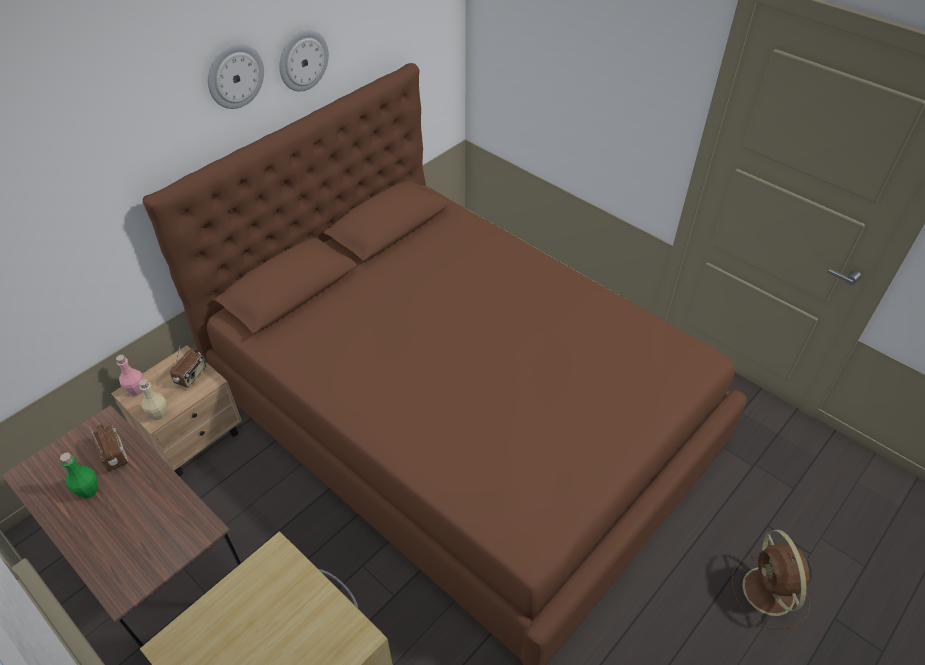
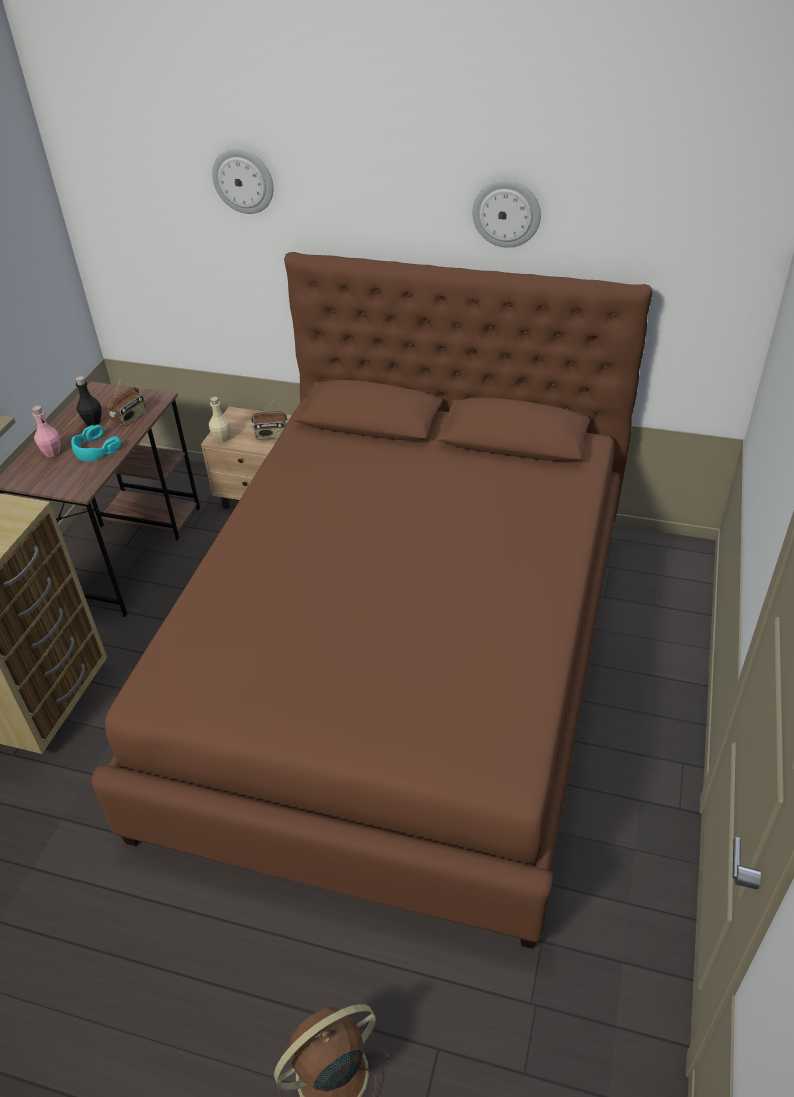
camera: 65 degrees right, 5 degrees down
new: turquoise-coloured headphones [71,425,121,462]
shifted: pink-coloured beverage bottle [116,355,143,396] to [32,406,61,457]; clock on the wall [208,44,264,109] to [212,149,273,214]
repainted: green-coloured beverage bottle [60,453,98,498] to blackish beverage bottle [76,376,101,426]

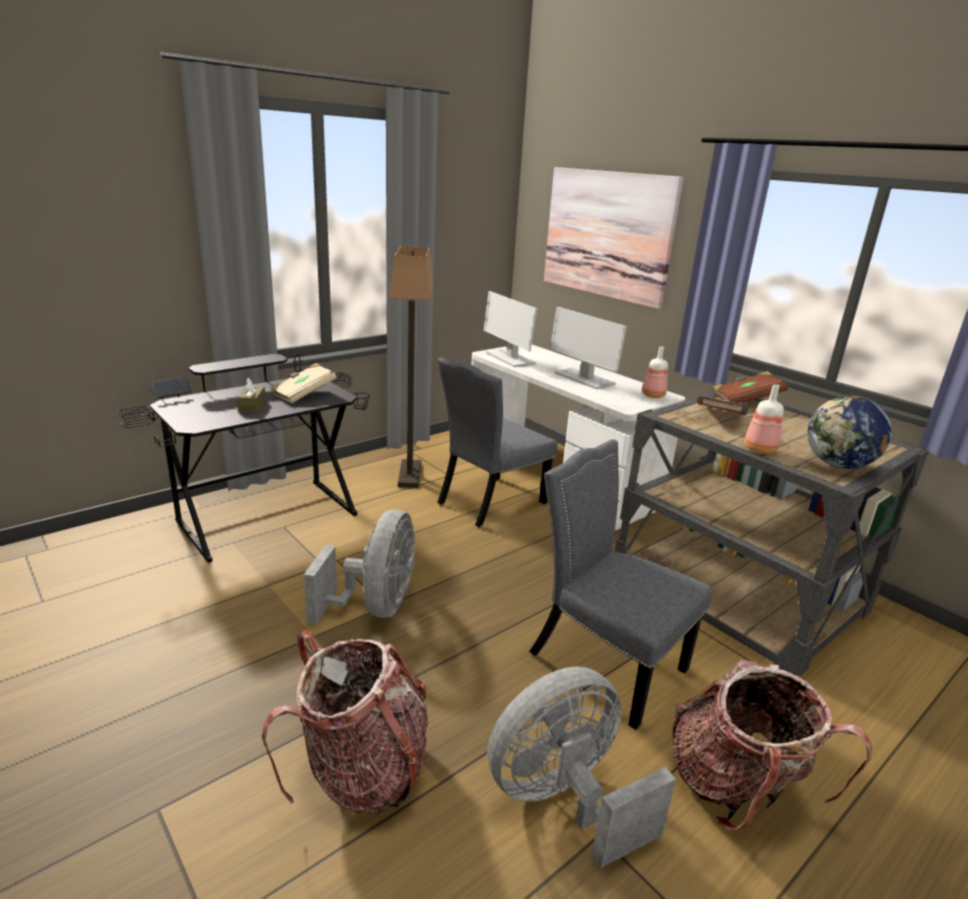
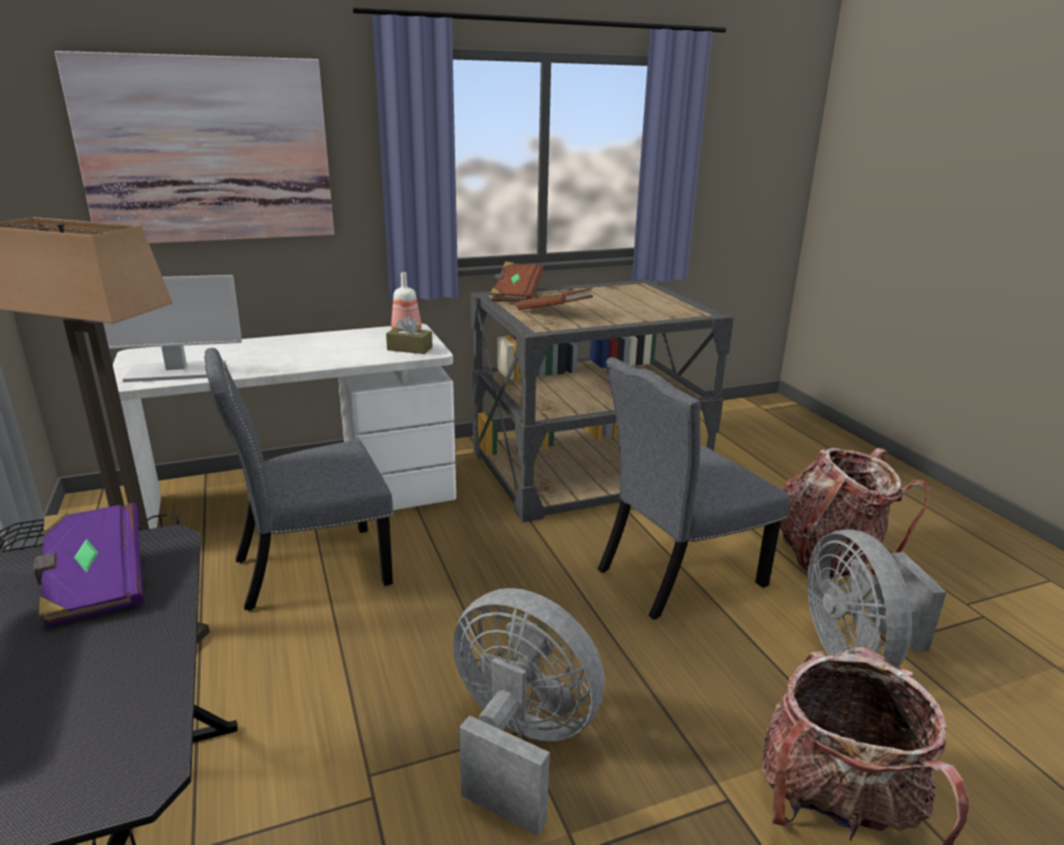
camera: 70 degrees left, 0 degrees up
gone: computer display [550,307,627,389]; beverage bottle [744,384,784,454]; desk globe [808,396,892,469]
shifted: brown-coloured box of tissues [237,378,266,413] to [386,316,433,354]
repainted: beige volume [271,363,337,404] to purple-coloured volume [33,503,143,627]
rotated: grey chair [437,357,557,527] = [204,348,394,611] 90 degrees clockwise

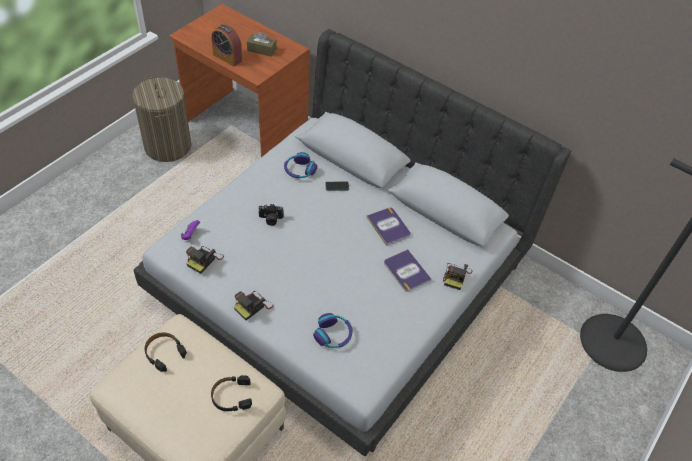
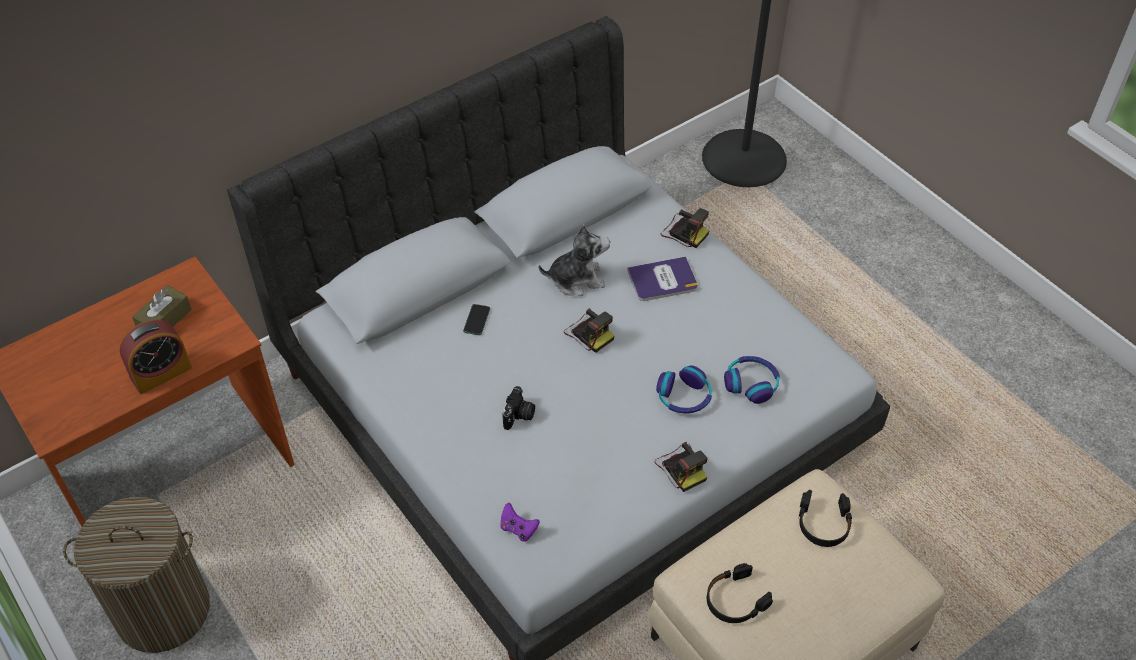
camera: 70 degrees left, 0 degrees up
shifted: still camera [186,246,224,274] to [564,308,614,353]; headphones [284,152,317,178] to [656,365,712,413]
swapped: volume [367,207,411,246] to soft toy [539,224,610,296]

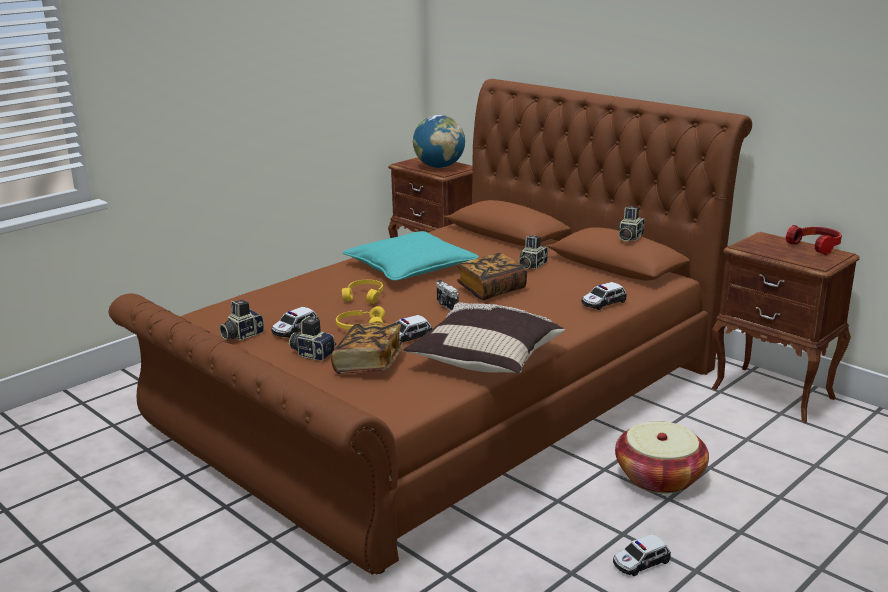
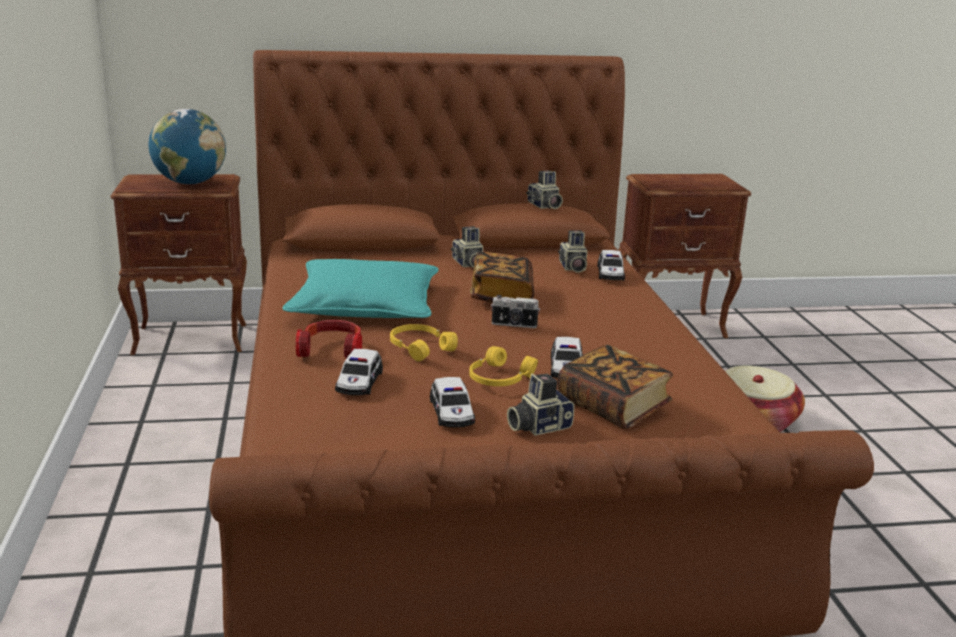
camera: 55 degrees left, 0 degrees up
gone: cushion [403,302,565,373]
shifted: still camera [219,300,264,340] to [558,230,587,273]; model car [613,534,671,576] to [335,349,383,395]; headphones [786,225,842,255] to [296,320,362,358]

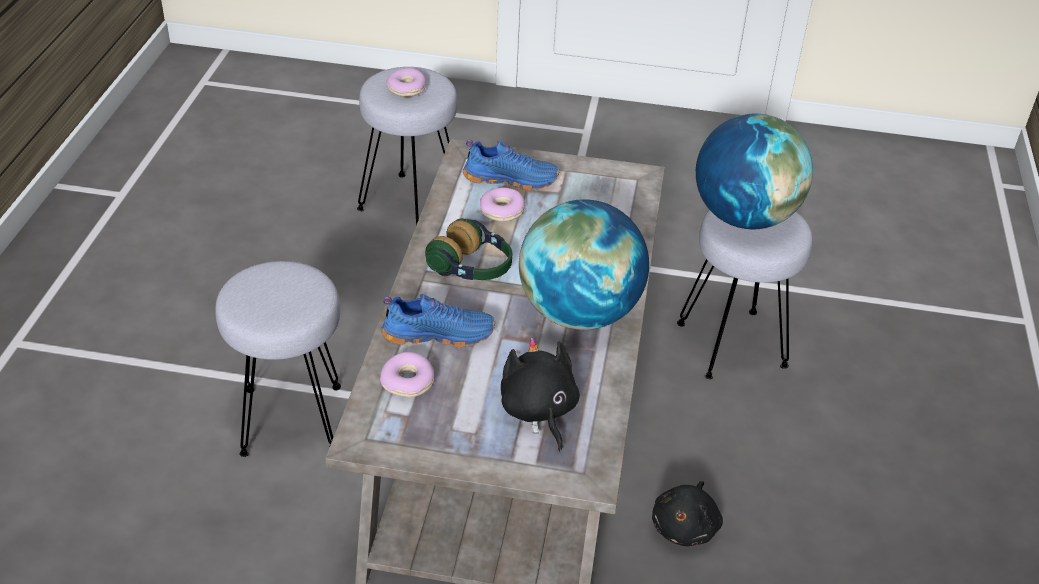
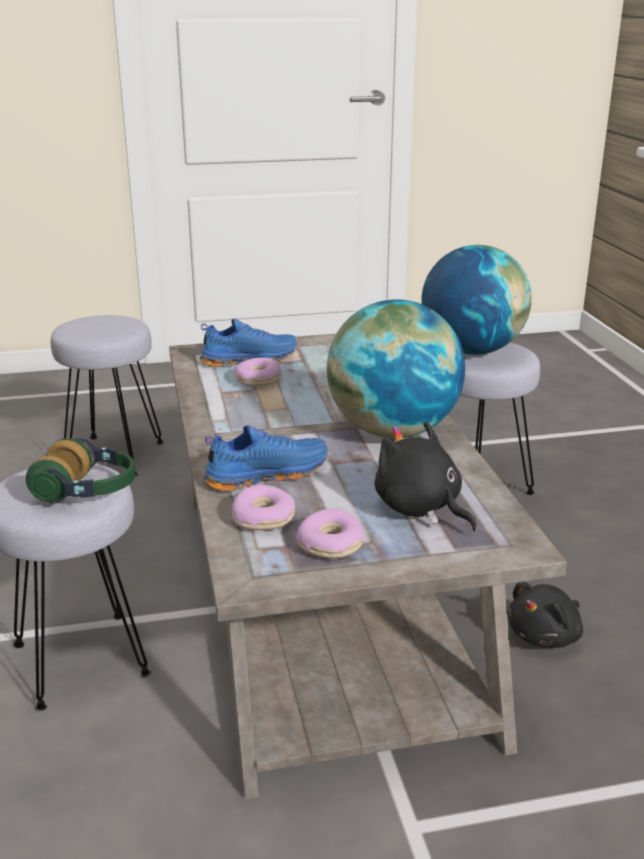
camera: 20 degrees left, 15 degrees down
shifted: donut [386,68,426,97] to [296,509,364,559]; headphones [425,219,512,280] to [26,438,136,504]
rotated: blackish soft toy [652,481,723,546] = [508,582,583,648] 45 degrees clockwise

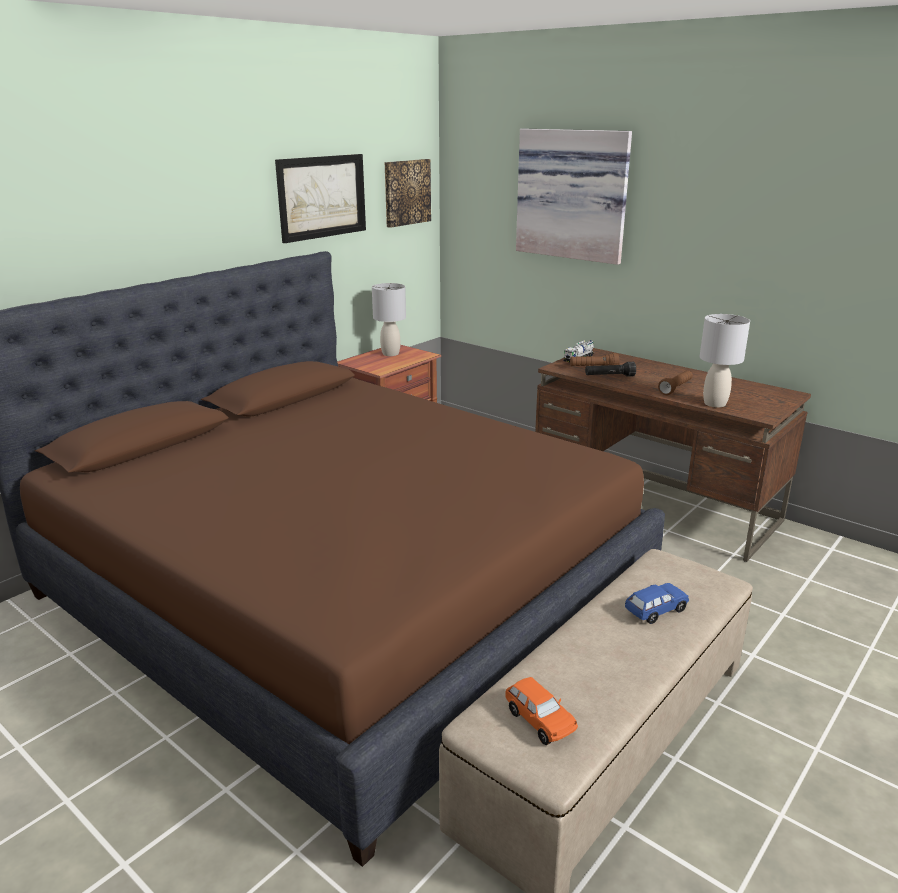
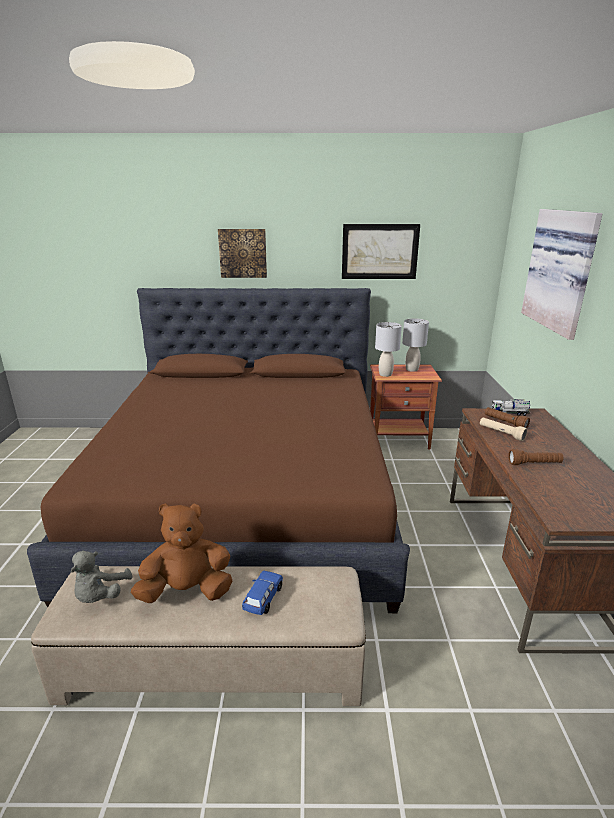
camera: 50 degrees right, 0 degrees up
new: brown-coloured soft toy [131,503,232,603]
shifted: picture [385,159,431,228] to [218,229,267,278]; grey tabletop lamp [700,314,750,407] to [375,322,402,377]
swapped: orange model car [505,677,578,745] to grey soft toy [71,551,133,603]
repainted: blackish flashlight [585,362,636,377] to beige flashlight [480,417,527,441]
rotated: blue model car [625,583,689,624] = [242,570,283,615] 90 degrees counterclockwise

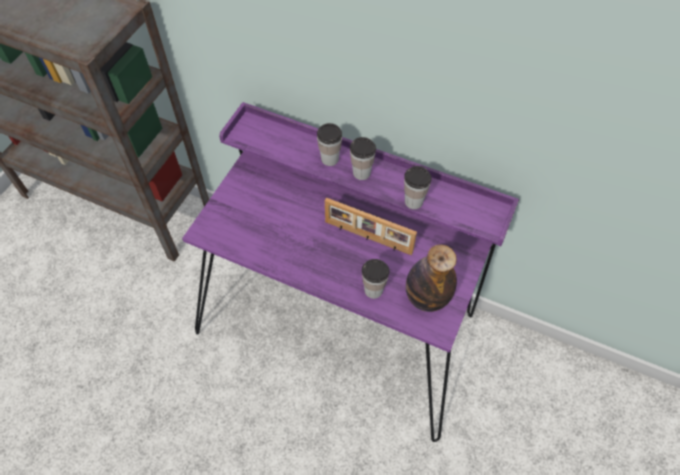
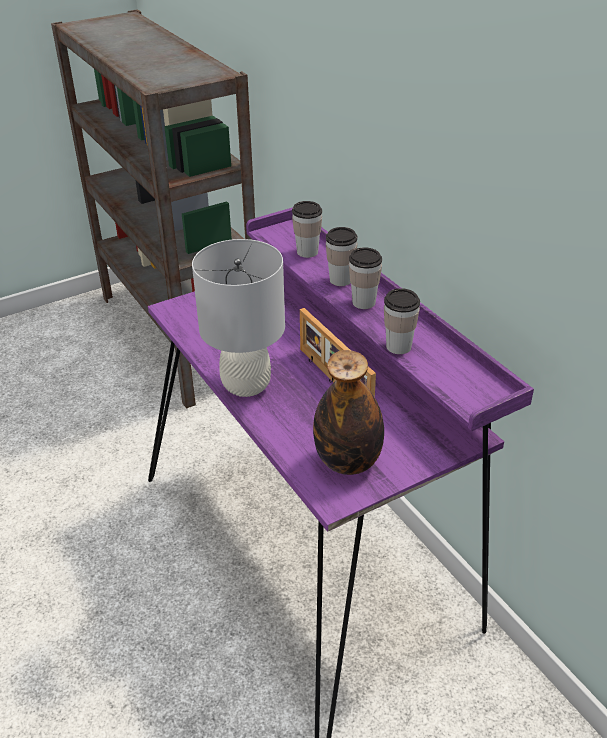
camera: 35 degrees right, 20 degrees down
new: grey tabletop lamp [192,239,285,397]
shifted: small cup [362,259,389,299] to [292,201,322,258]

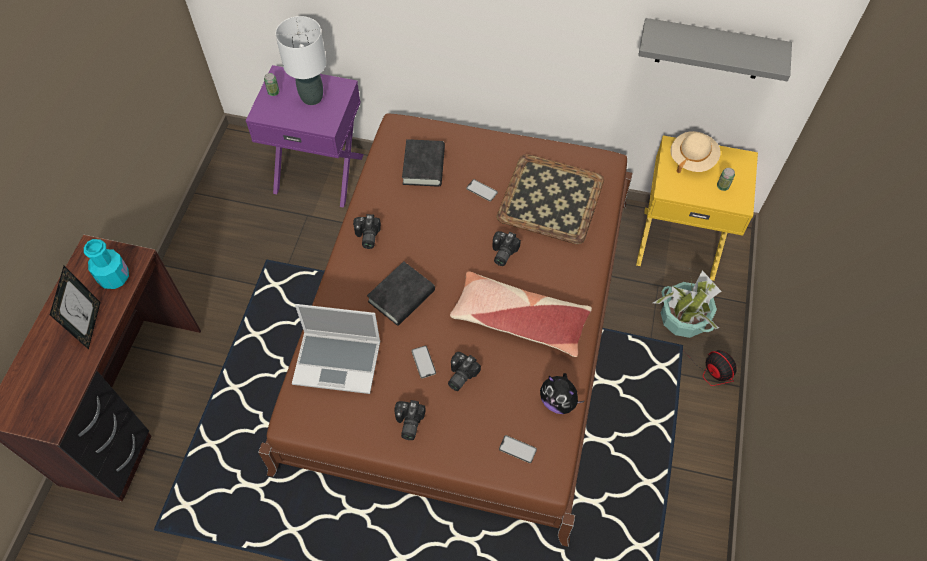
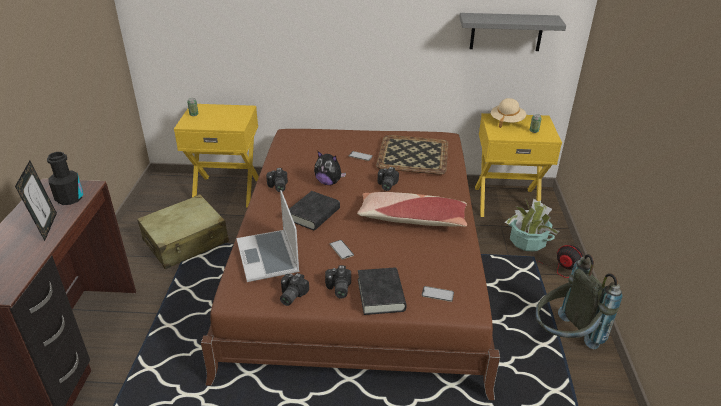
camera: 10 degrees left, 25 degrees down
gone: whitish tabletop lamp [275,16,327,105]
new: beige travel case [137,194,229,269]; grey rucksack [536,254,622,349]
shifted: blackish volume [402,139,445,187] to [358,268,407,315]; still camera [448,352,481,391] to [280,273,309,306]; soft toy [540,373,584,414] to [314,151,346,185]
repainted: turquoise-coloured beverage bottle [84,239,129,289] to blackish beverage bottle [47,152,83,205]; purple-coloured bedside table [246,65,364,208] to yellowish bedside table [174,104,259,207]
rotated: portable computer [292,304,380,394] = [236,190,299,282] 75 degrees clockwise

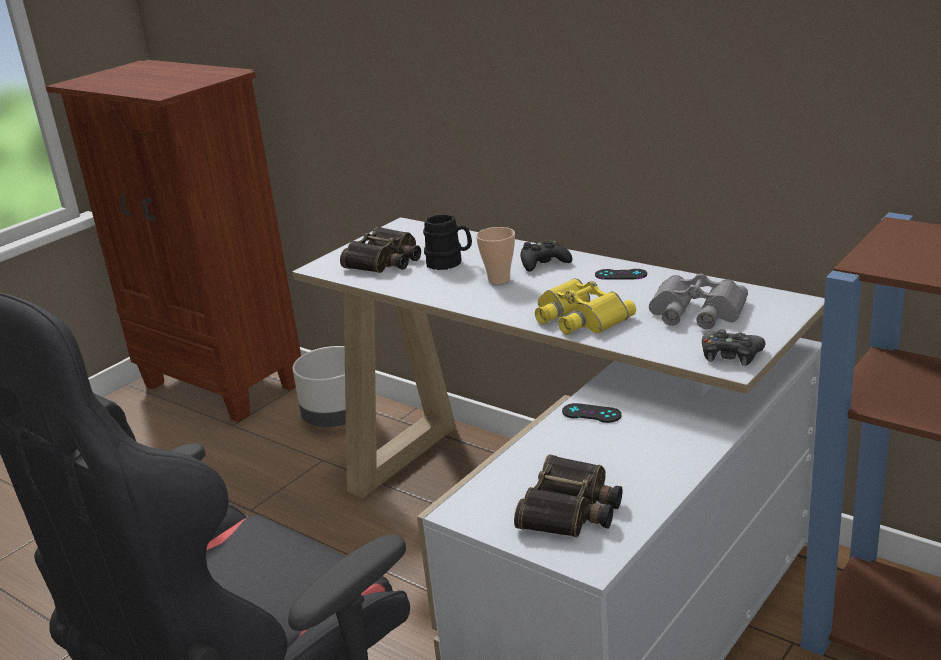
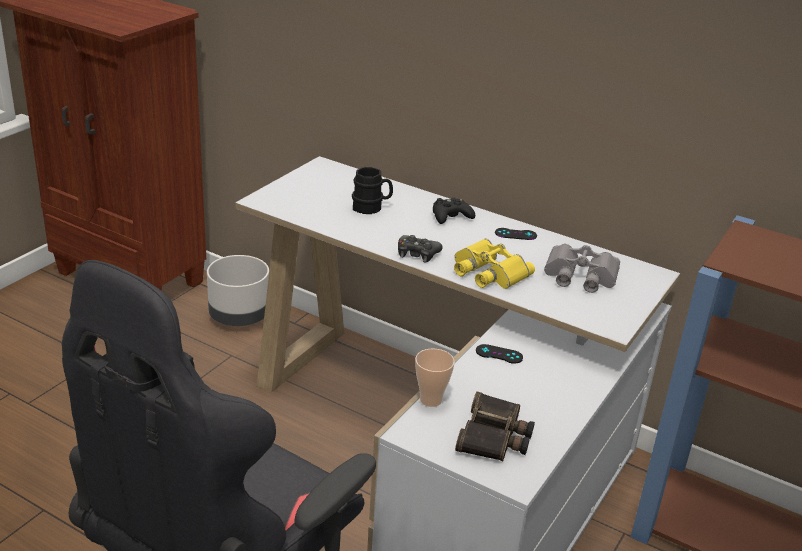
camera: 10 degrees left, 5 degrees up
gone: pair of binoculars [340,227,421,273]
shifted: small cup [476,227,515,284] to [415,349,455,407]; blackish gamepad [702,329,765,366] to [398,235,443,263]

